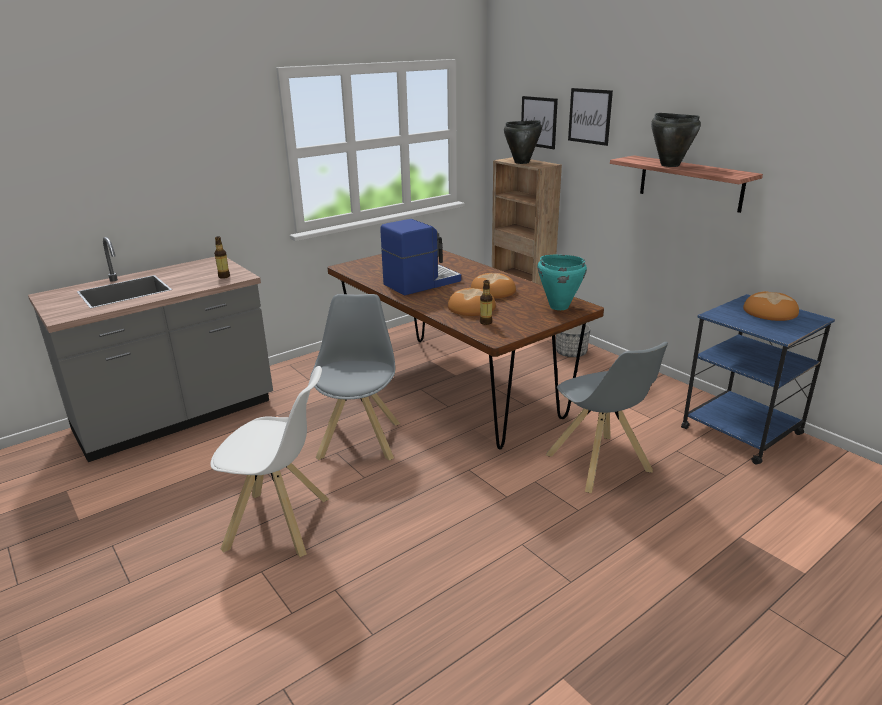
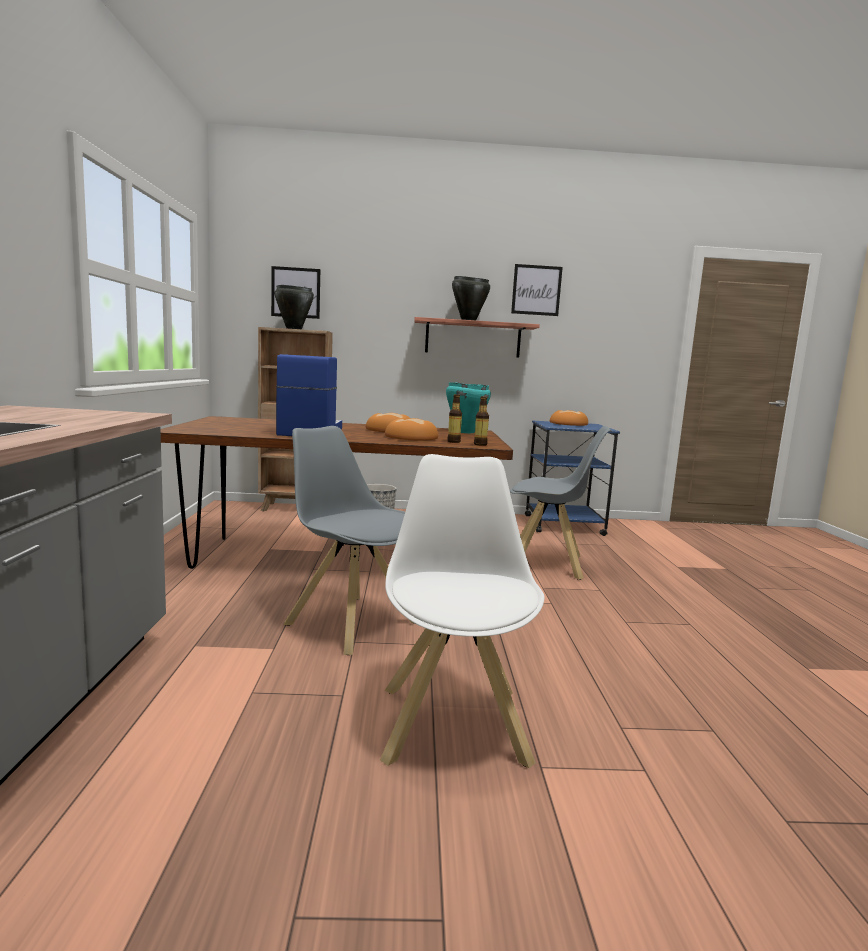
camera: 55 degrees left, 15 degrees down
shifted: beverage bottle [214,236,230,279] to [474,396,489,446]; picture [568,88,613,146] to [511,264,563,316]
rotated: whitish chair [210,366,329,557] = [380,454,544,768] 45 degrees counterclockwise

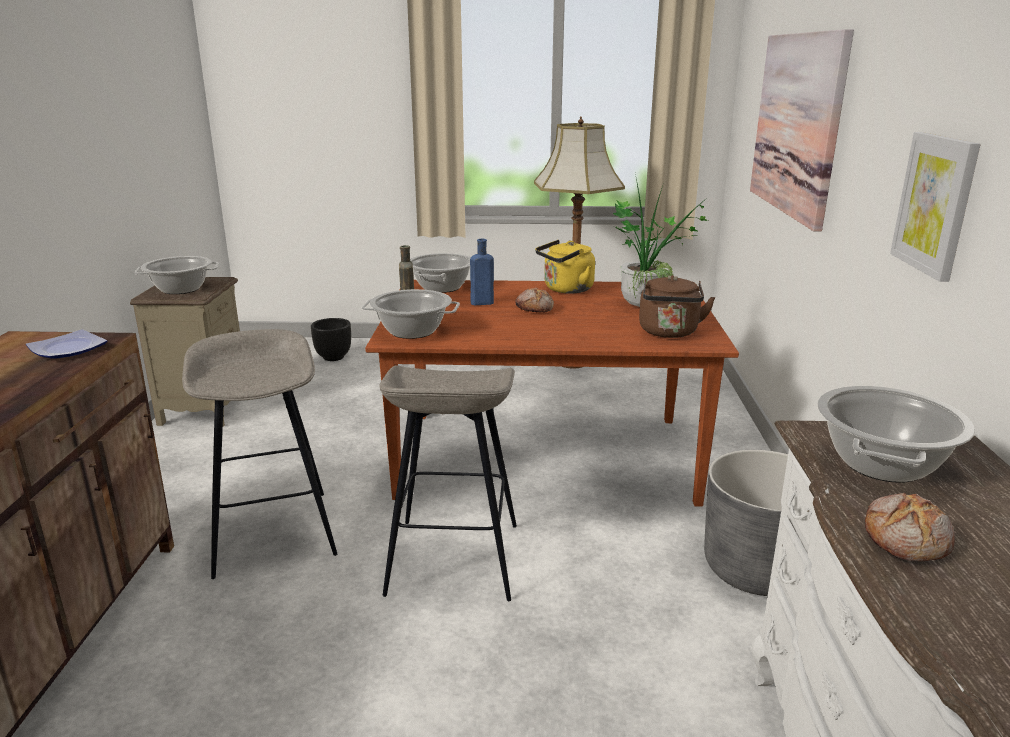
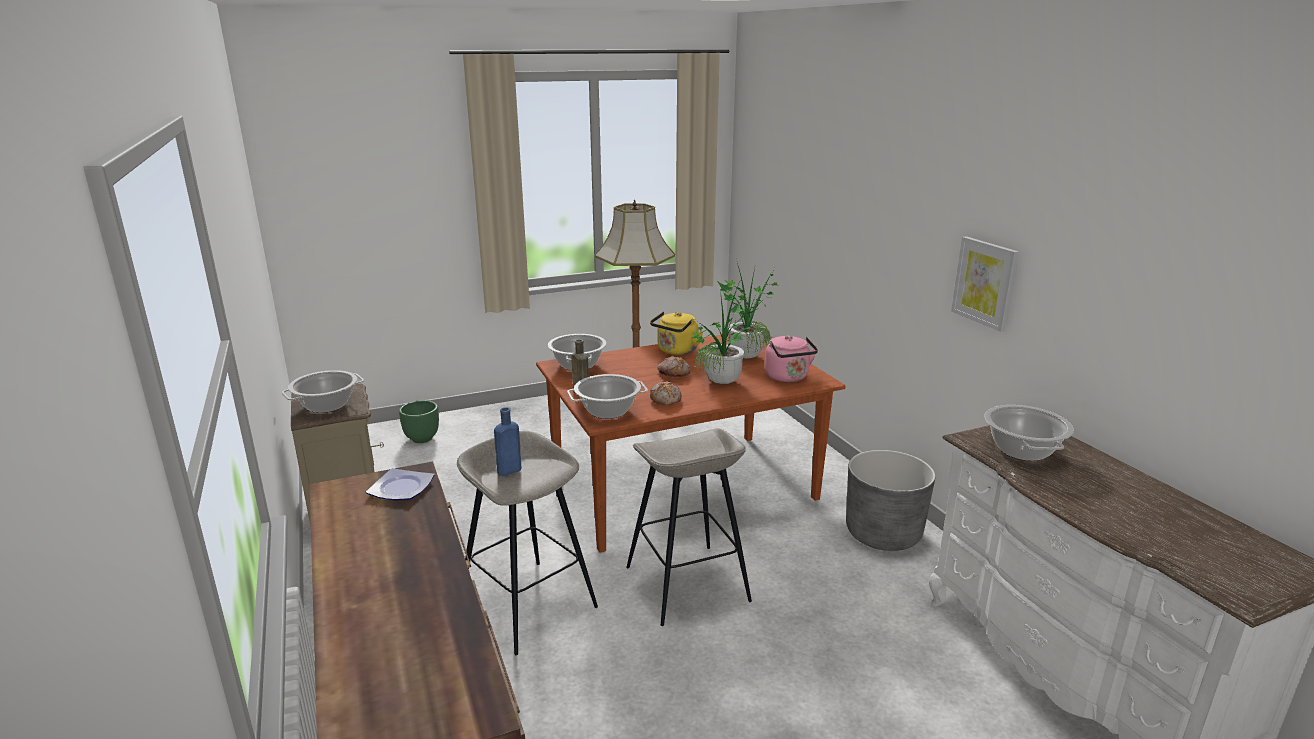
camera: 25 degrees left, 0 degrees up
gone: picture [750,29,854,232]
new: plant in a pot [692,279,757,384]
shifted: blue beverage bottle [470,239,494,305] to [494,407,521,476]; bakery bread [865,493,955,561] to [650,381,682,405]
repainted: blackish flower pot [311,318,351,361] to green-coloured flower pot [399,400,439,443]; brown-coloured tea kettle [639,275,715,338] to pink-coloured tea kettle [765,335,818,382]

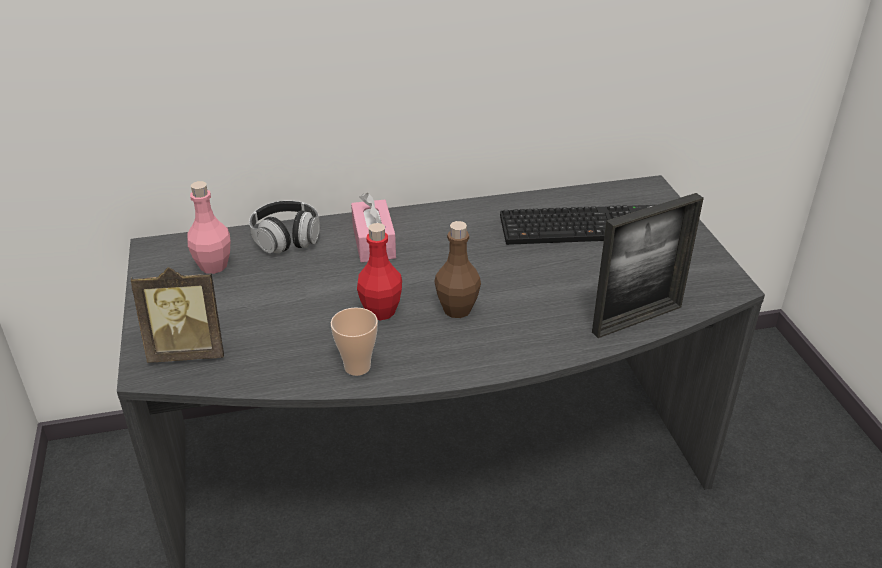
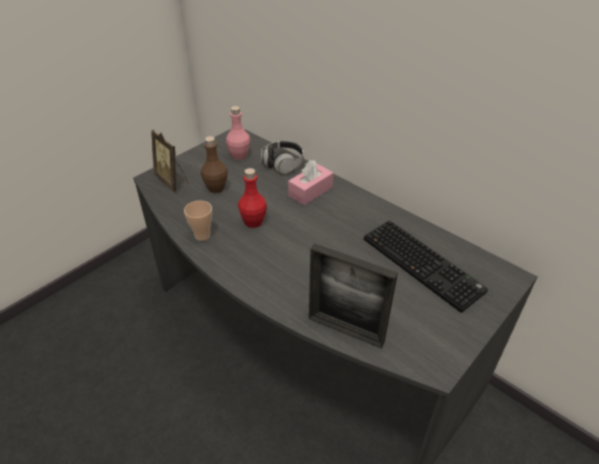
camera: 55 degrees right, 5 degrees up
shifted: brown-coloured beverage bottle [434,221,481,318] to [201,136,228,193]

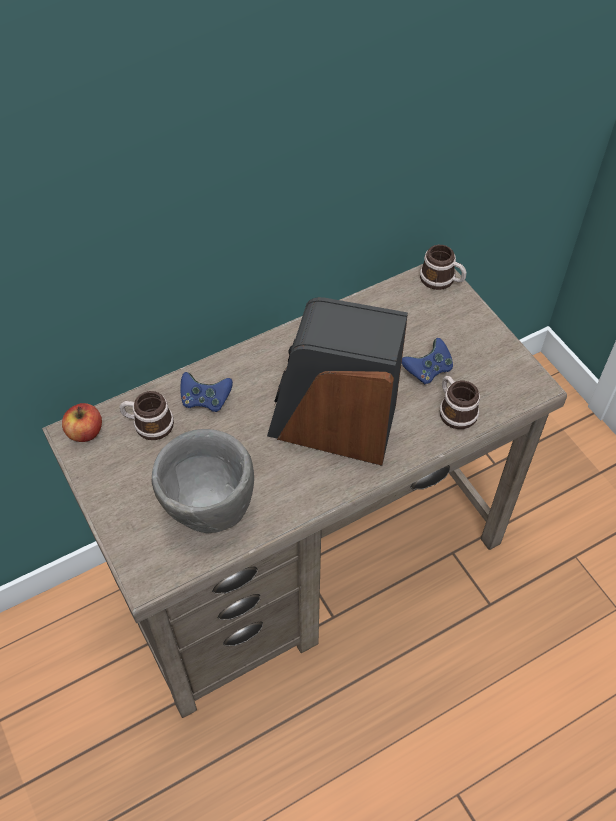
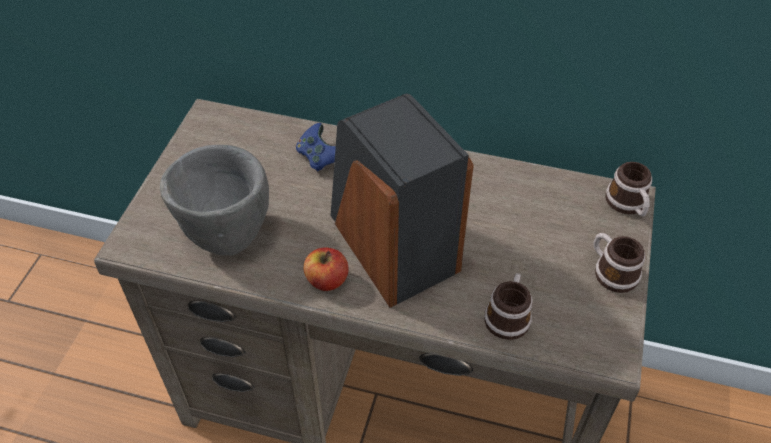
camera: 45 degrees right, 5 degrees down
gone: blue gamepad [402,338,453,385]
shifted: whole apple [62,403,102,442] to [304,247,349,291]; coffee mug [120,391,174,440] to [593,233,645,293]

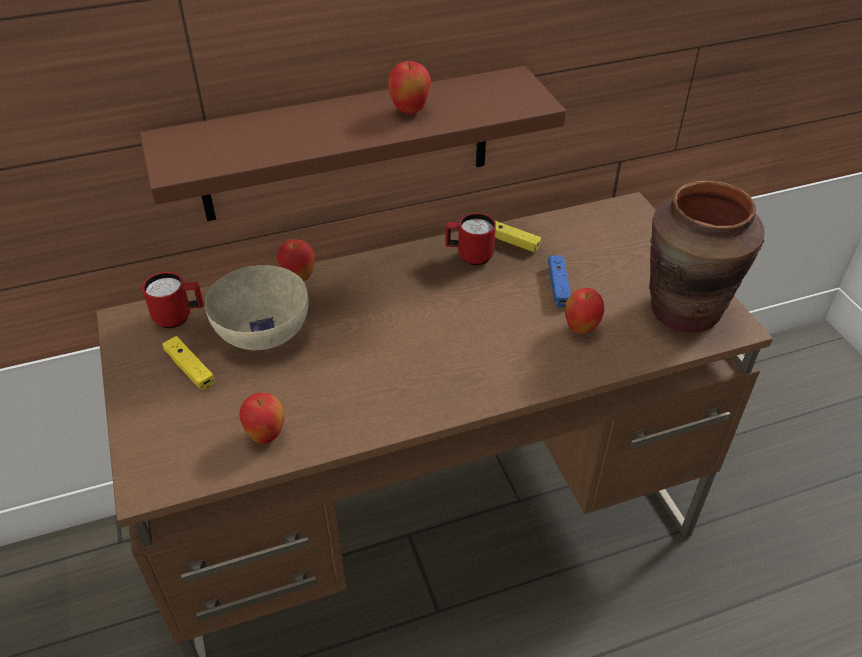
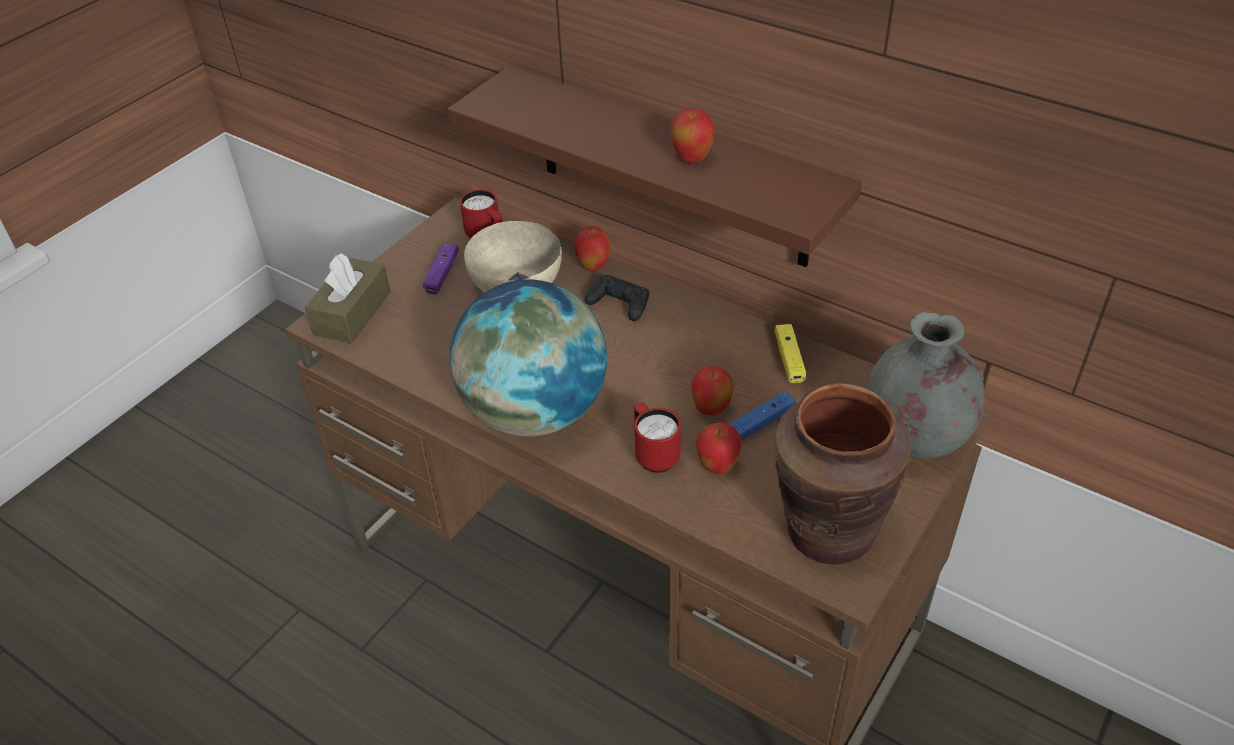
camera: 55 degrees right, 0 degrees up
new: brown-coloured box of tissues [305,253,391,344]; desk globe [450,279,607,437]; blackish gamepad [585,275,649,321]; grey flower vase [868,311,985,458]
shifted: whole apple [239,392,284,444] to [691,366,734,415]; reddish coffee mug [445,213,496,265] to [634,402,681,473]
repainted: yellowish gamepad [162,336,215,390] to purple-coloured gamepad [423,244,459,295]

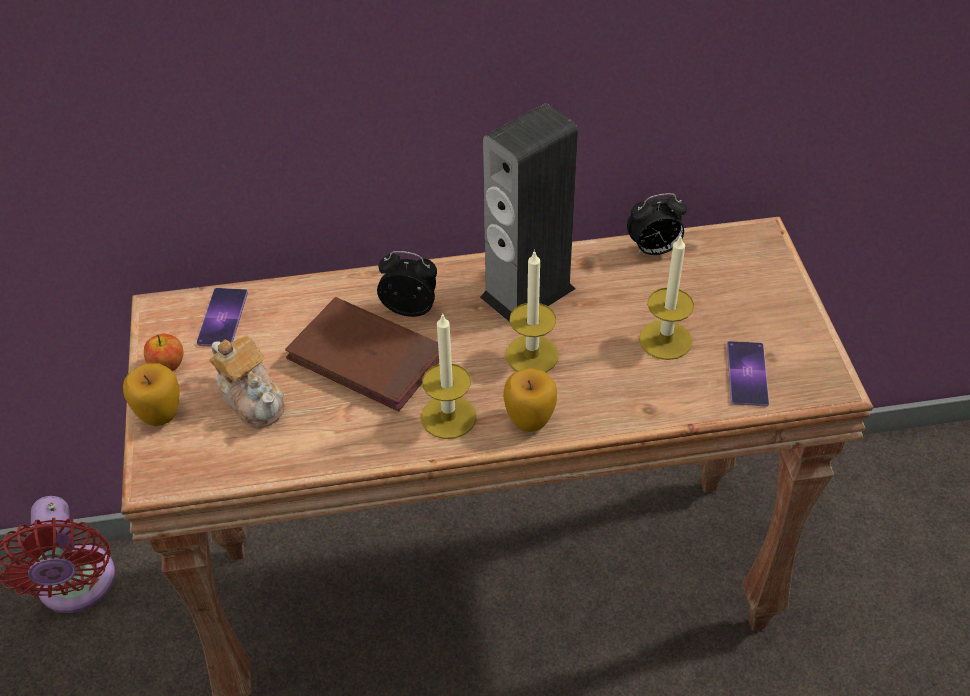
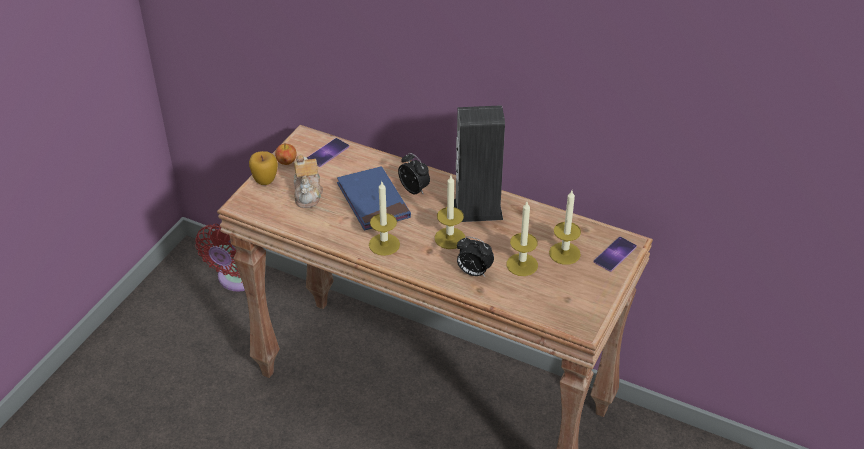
camera: 35 degrees right, 5 degrees down
gone: whole apple [503,368,557,432]
new: wax candle [549,191,581,265]
shifted: table clock [627,193,687,255] to [457,236,494,277]; handset [727,341,769,406] to [594,237,637,272]
repainted: brown-coloured volume [285,297,439,411] to blue volume [337,166,411,231]

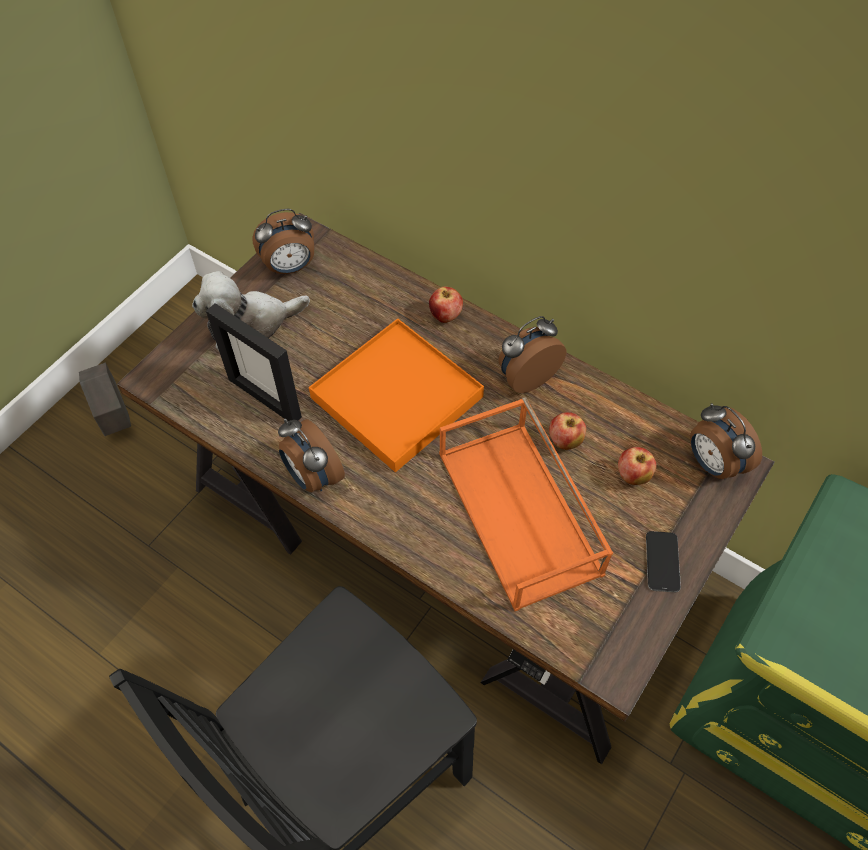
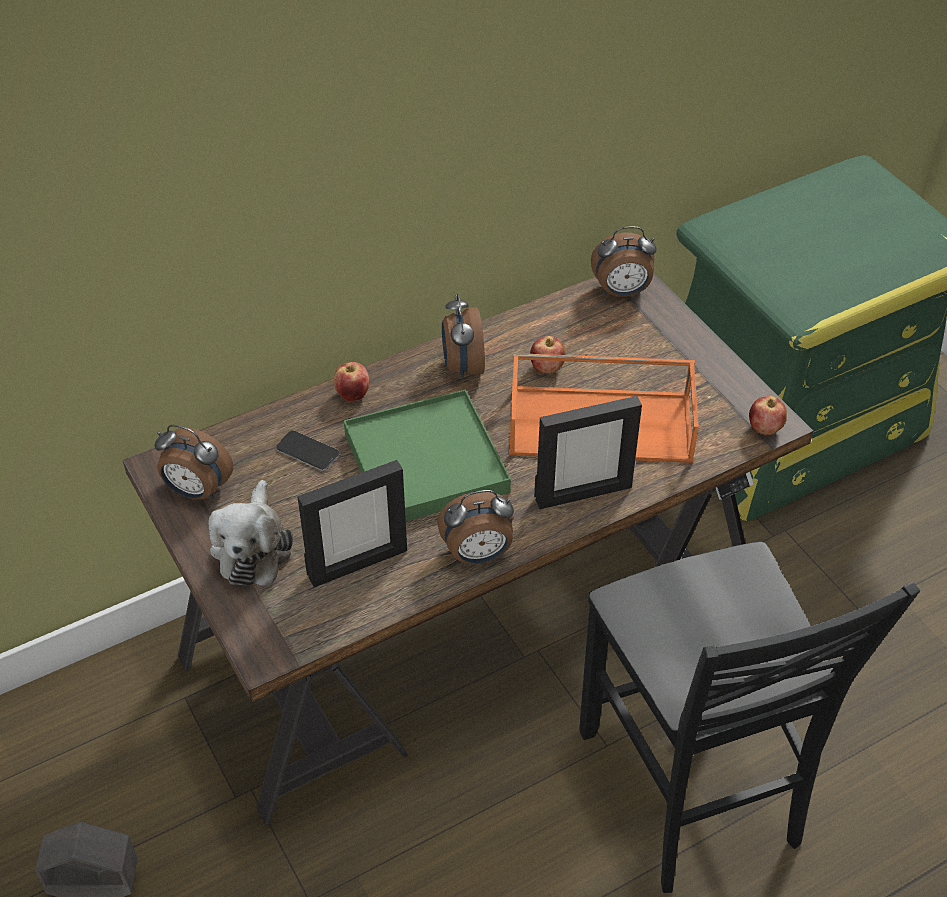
camera: 65 degrees left, 10 degrees down
new: standing frame [534,396,642,509]
shifted: whole apple [618,447,657,485] to [749,396,787,435]; handset [646,531,681,592] to [276,431,340,471]
repainted: orange tray [309,318,484,472] to green-coloured tray [344,389,511,521]
rotated: table clock [252,209,314,274] = [155,425,233,500] 105 degrees clockwise

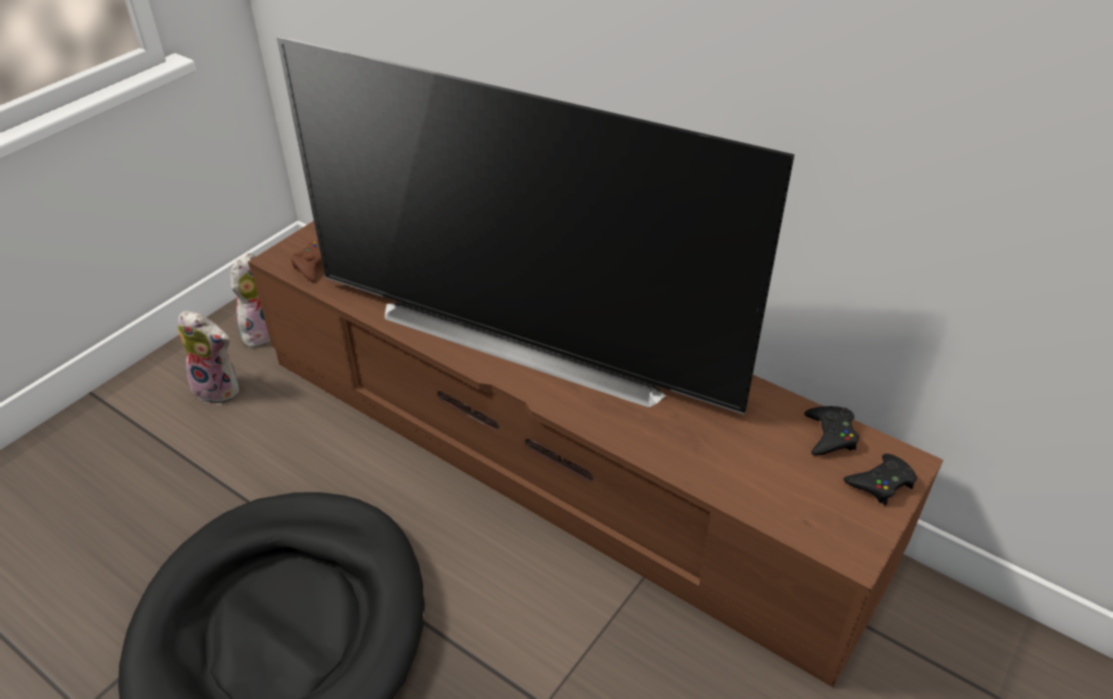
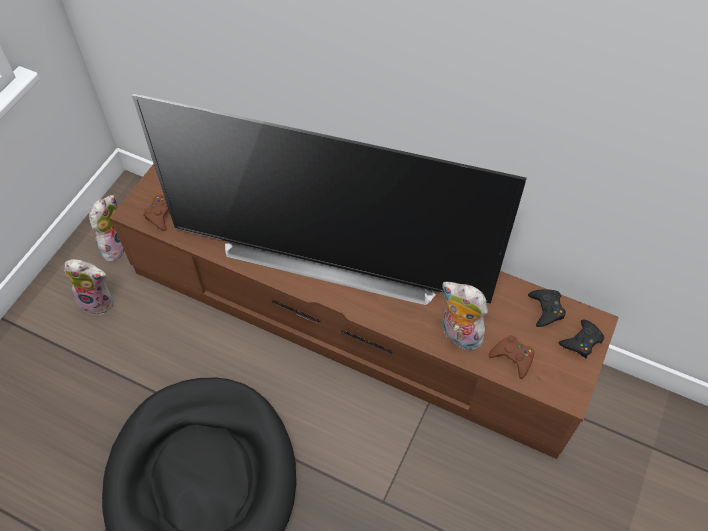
camera: 10 degrees left, 15 degrees up
new: soft toy [442,282,488,350]; brown-coloured gamepad [489,335,534,379]

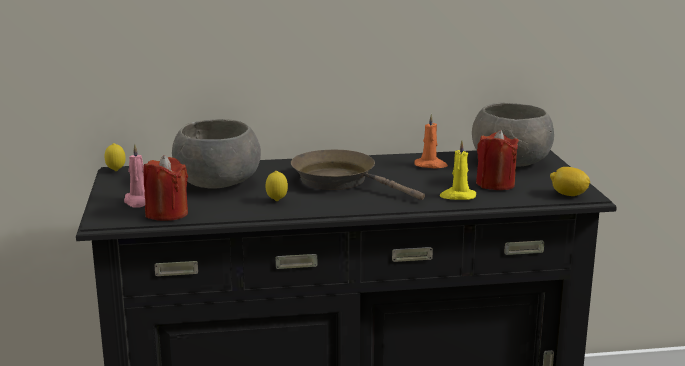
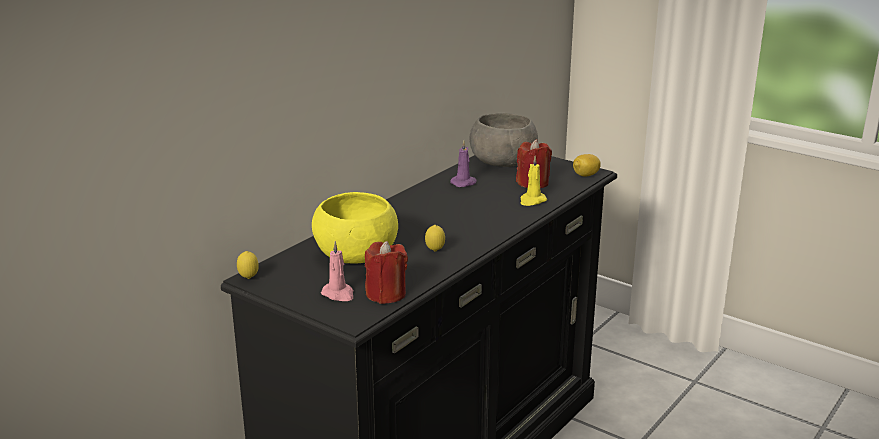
camera: 45 degrees left, 5 degrees up
gone: brown-coloured frying pan [291,150,425,200]
repainted: grey deep dish [172,119,261,189] to yellowish deep dish [312,192,398,264]; orange wax candle [414,113,448,168] to purple-coloured wax candle [450,141,477,187]

